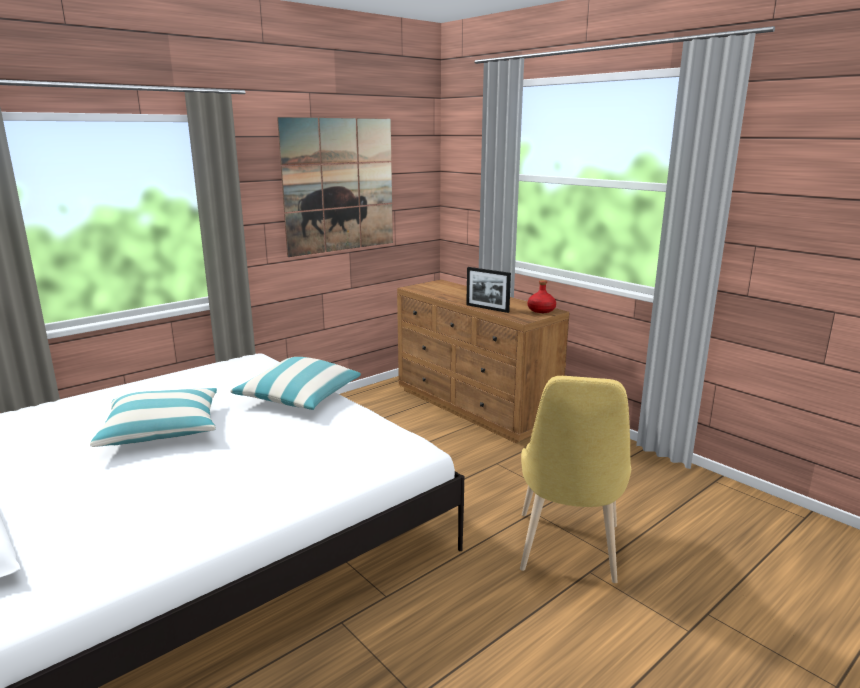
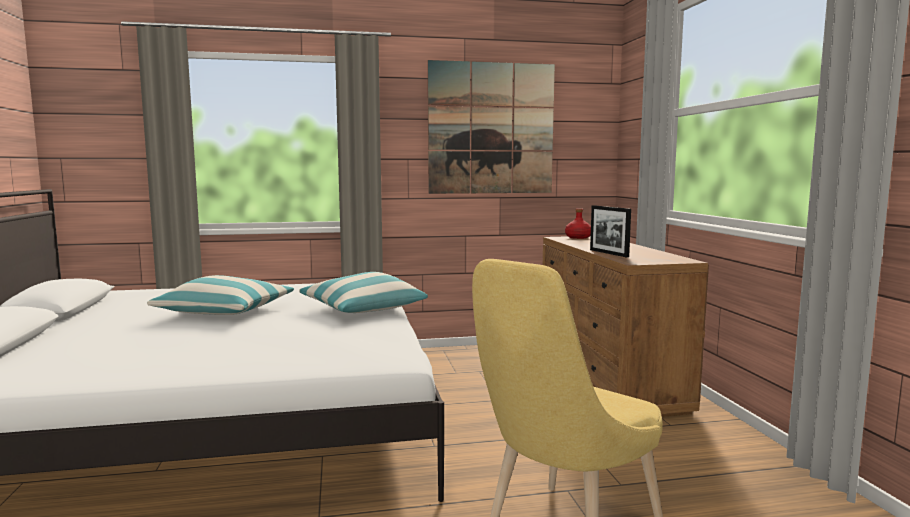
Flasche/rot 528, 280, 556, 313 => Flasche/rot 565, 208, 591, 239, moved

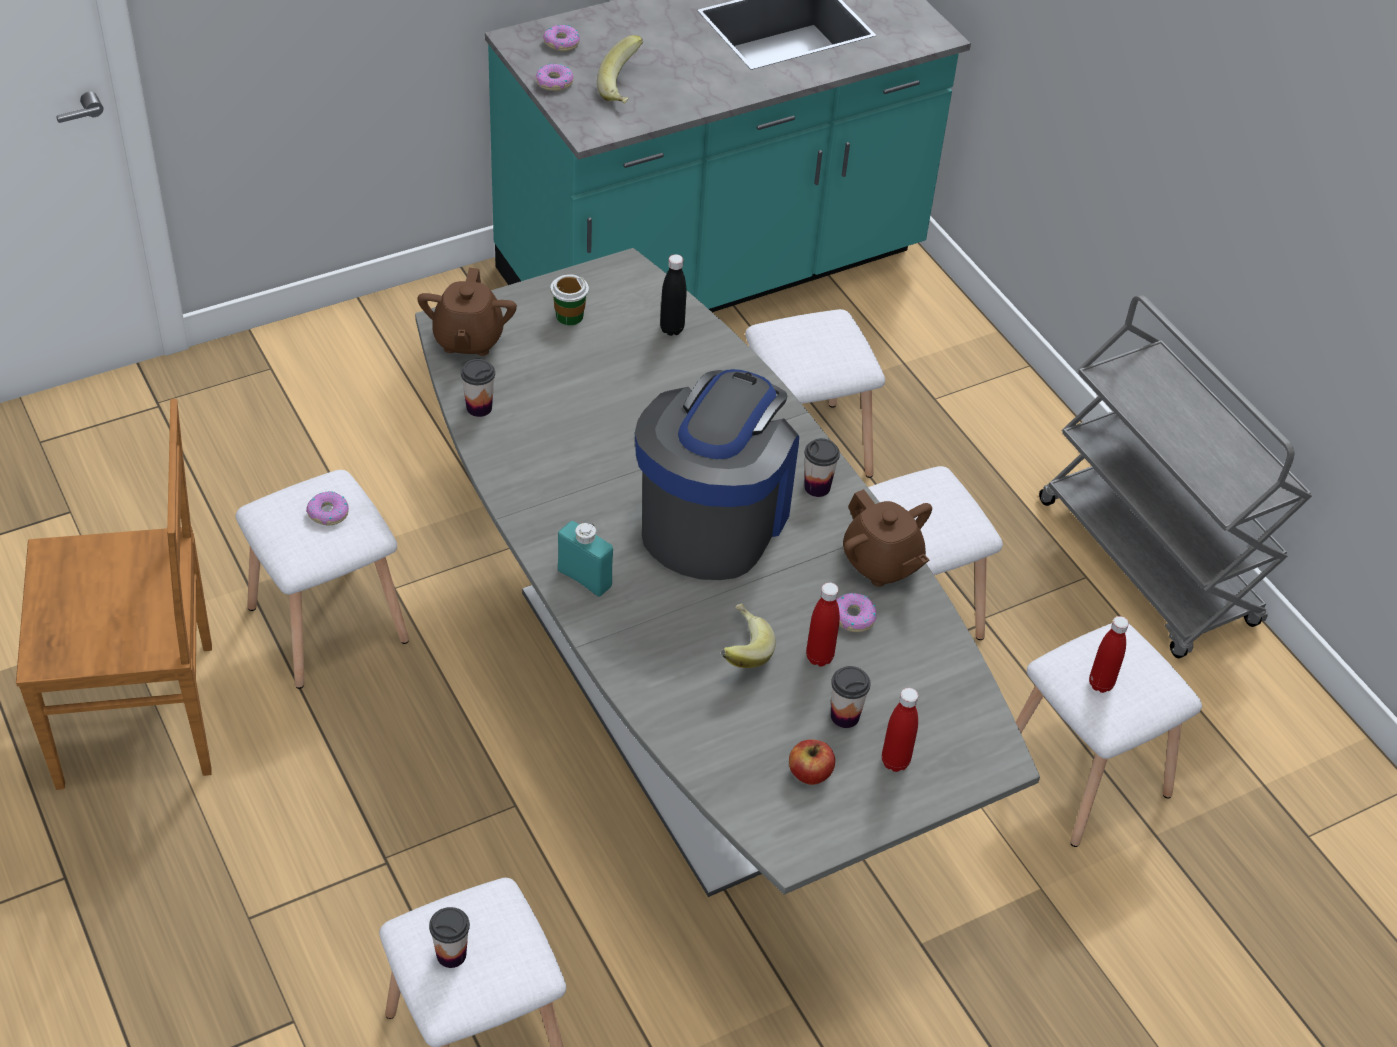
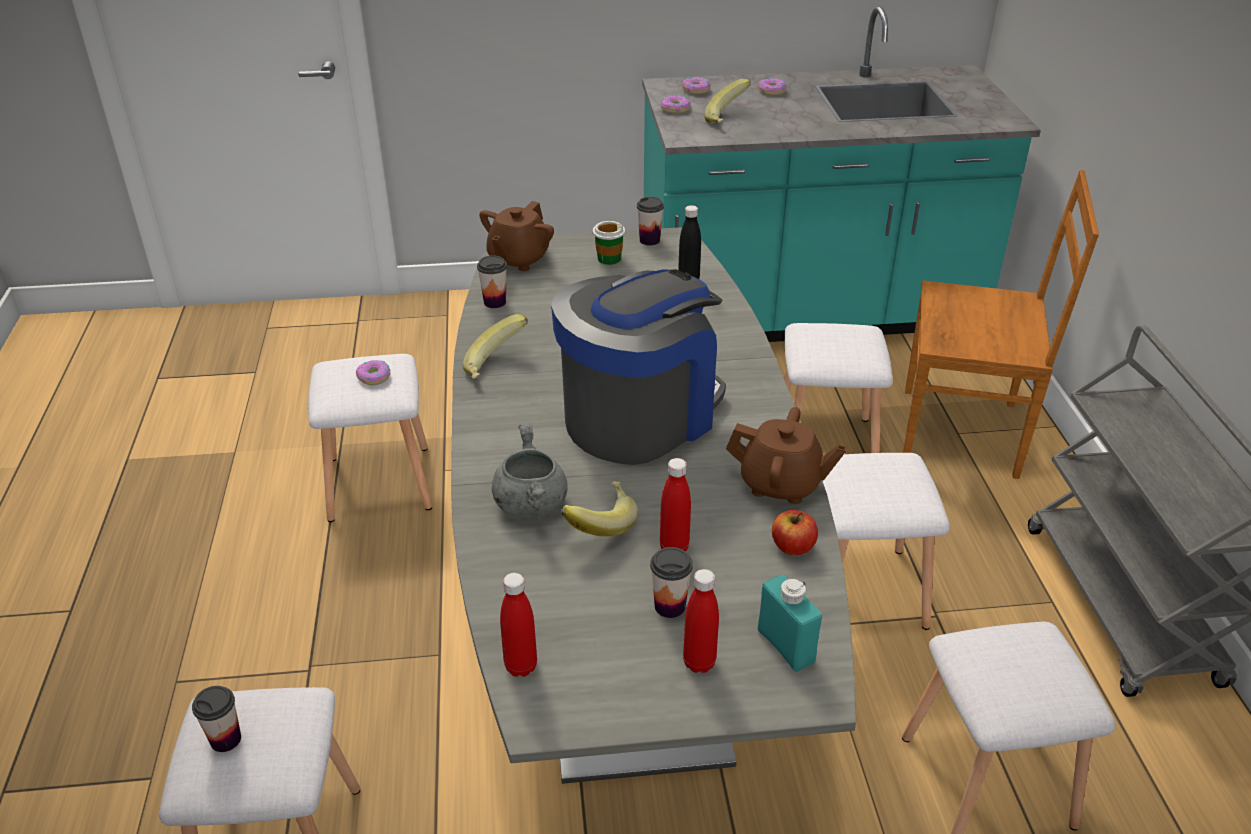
nothing => Banane 463, 314, 528, 379
nothing => Kochtopf/grau 492, 425, 568, 518
Stuhl/braun 16, 399, 212, 790 => Stuhl/braun 903, 170, 1099, 479, moved
Flasche/türkis 558, 521, 613, 597 => Flasche/türkis 758, 575, 822, 672, moved
Apfel 789, 739, 835, 785 => Apfel 772, 510, 818, 555, moved
Tasse 804, 438, 840, 497 => Tasse 637, 197, 664, 246, moved
Donut 836, 593, 877, 632 => Donut 758, 78, 787, 95, moved
Flasche/rot 1089, 616, 1129, 693 => Flasche/rot 500, 573, 537, 677, moved
Teekanne/braun 843, 489, 932, 587 => Teekanne/braun 726, 407, 847, 504, 60 degrees counterclockwise

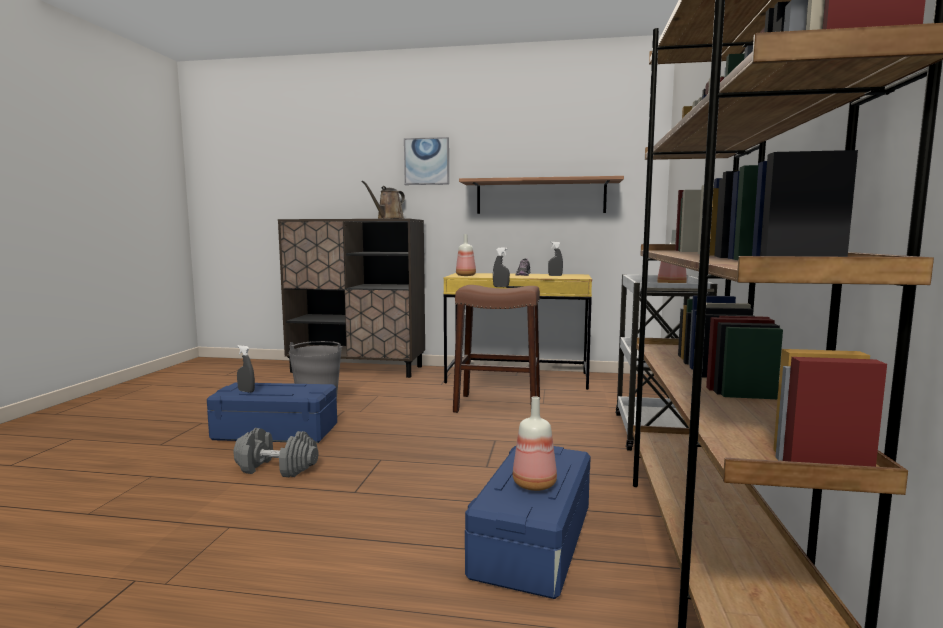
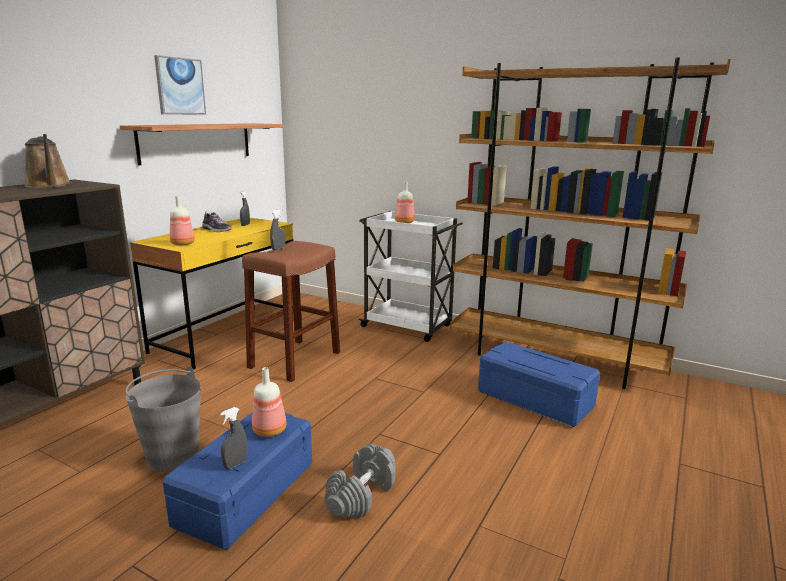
Bild 404, 137, 449, 185 => Bild 154, 55, 206, 115, moved
Flasche 513, 396, 557, 491 => Flasche 252, 367, 286, 437, moved

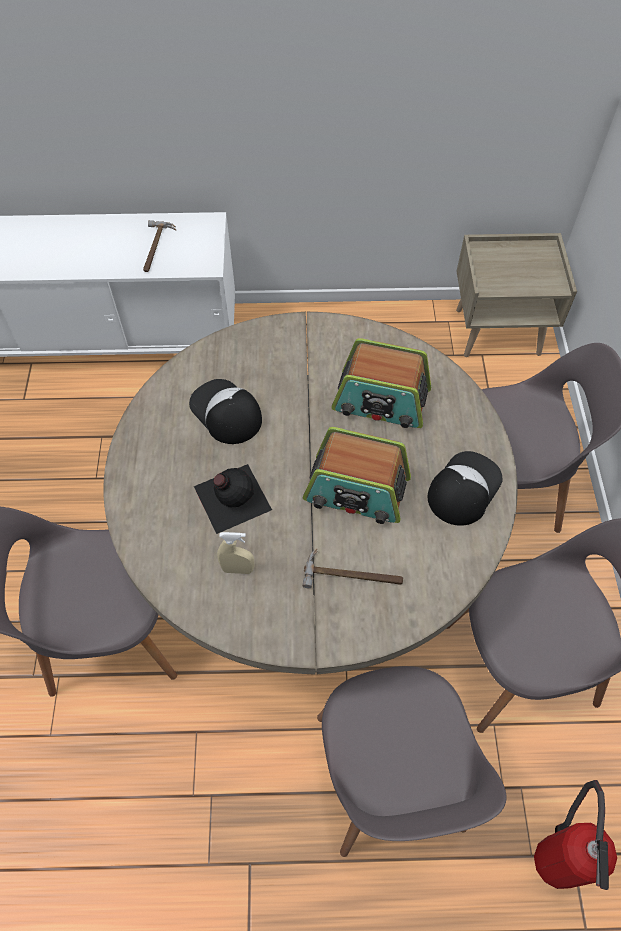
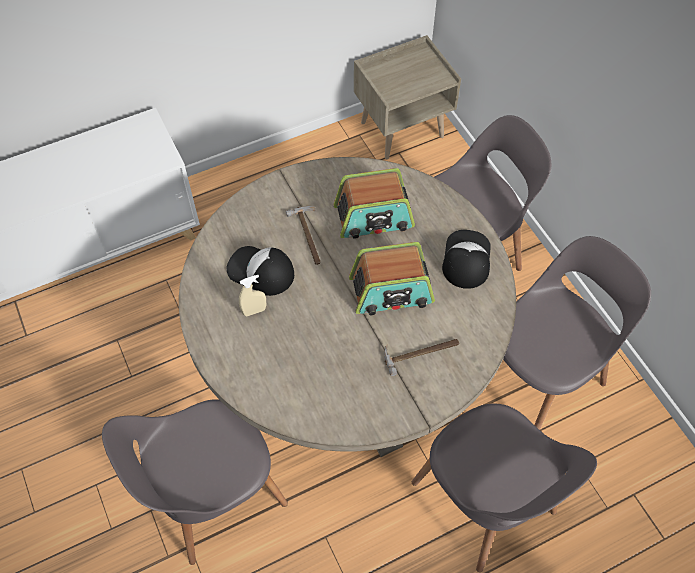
Flasche/schwarz 194, 464, 272, 534 => nothing
Feuerlöscher 534, 780, 617, 890 => nothing
Hammer 143, 220, 176, 272 => Hammer 286, 206, 320, 265, moved
Sprühflasche/beige 217, 532, 255, 574 => Sprühflasche/beige 239, 275, 266, 316, moved

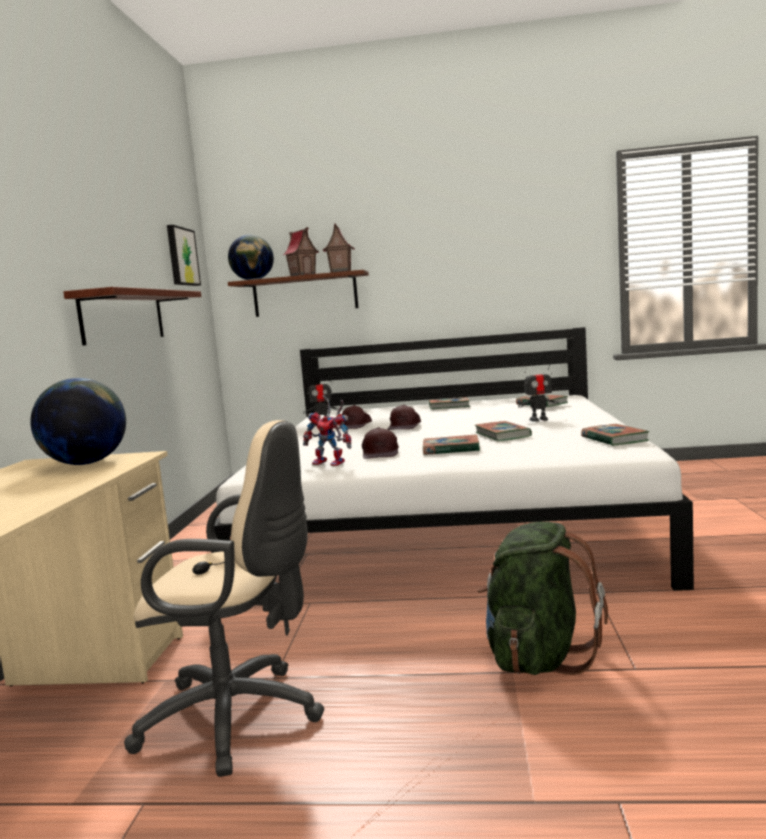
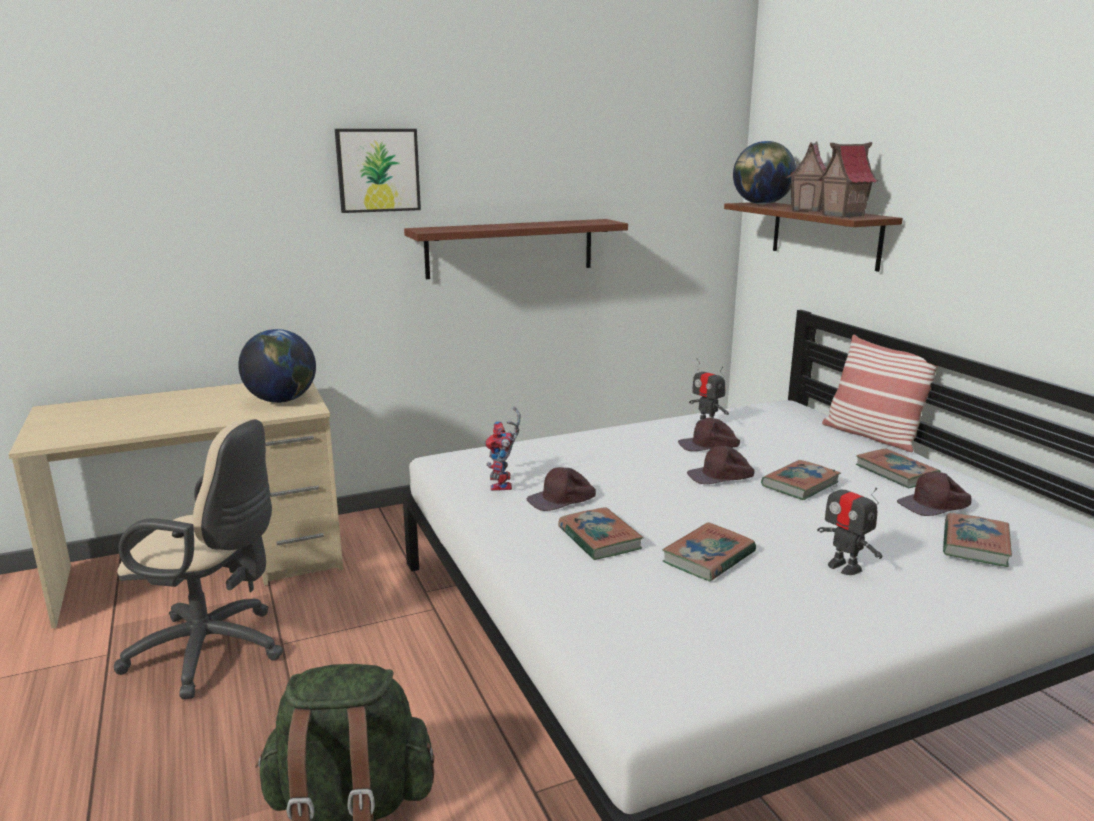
nothing => Kissen 822, 335, 939, 452
nothing => Kappe/braun 897, 472, 972, 516
Bild 167, 225, 201, 286 => Bild 335, 129, 421, 213, moved
Buch 581, 424, 650, 446 => Buch 761, 460, 841, 500, moved
Bürostuhl/beige 124, 420, 324, 777 => Bürostuhl/beige 114, 418, 283, 699, 60 degrees counterclockwise

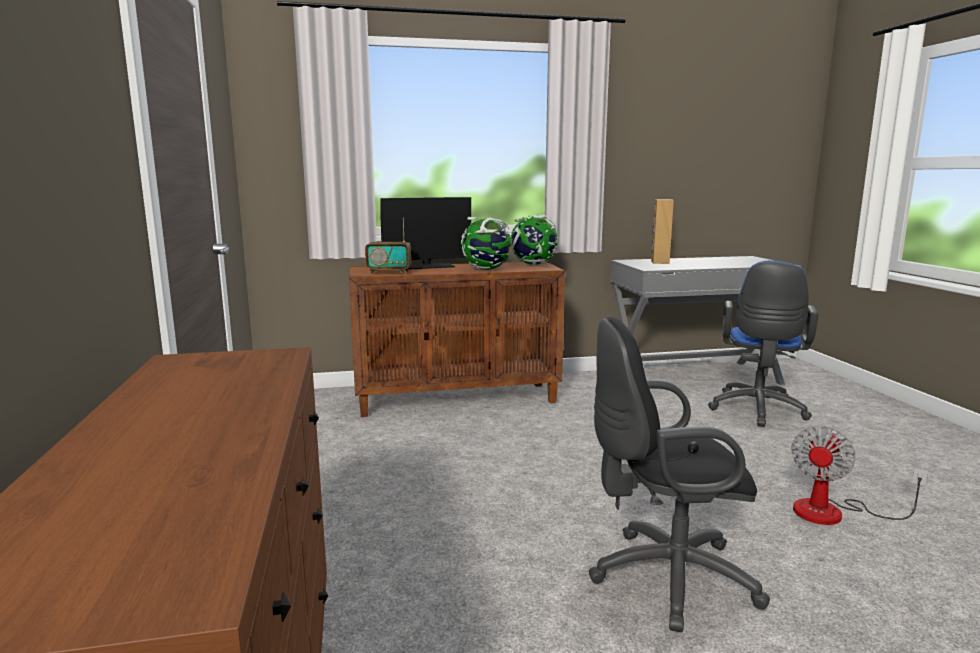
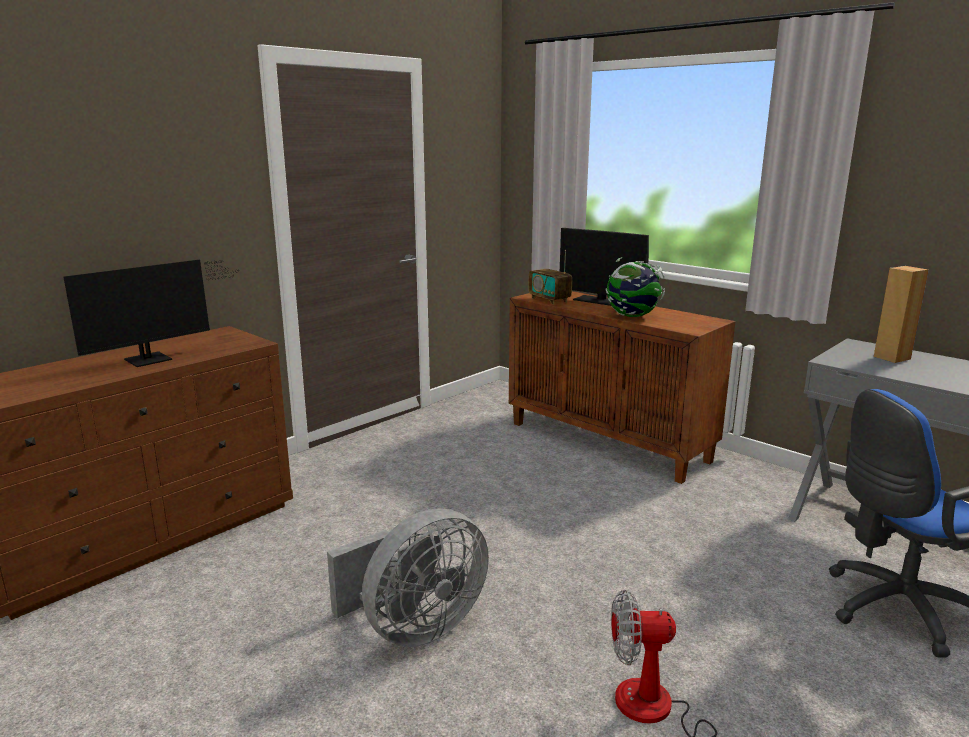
Globus 511, 214, 558, 265 => nothing
nothing => Monitor 63, 259, 239, 367
Bürostuhl/schwarz 589, 317, 770, 632 => Ventilator/grau 327, 509, 489, 647

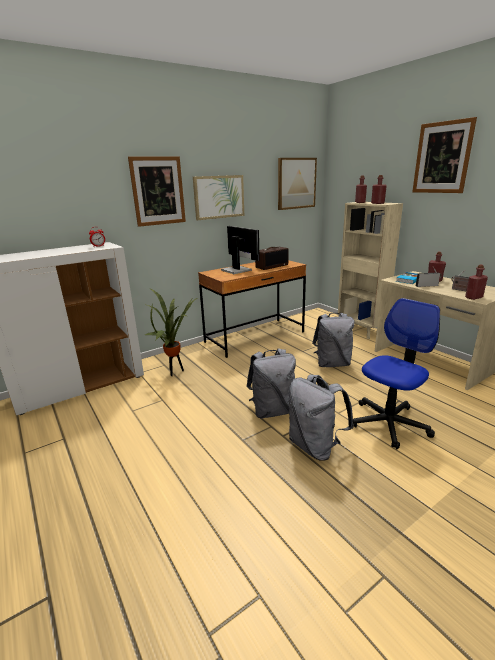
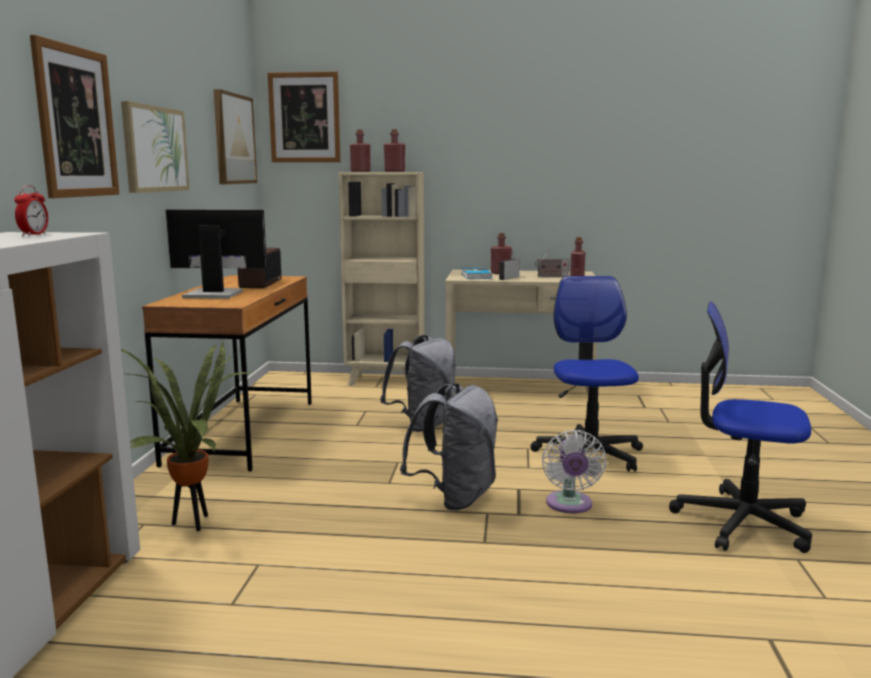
nothing => Bürostuhl 669, 302, 812, 553
Bild 412, 117, 477, 193 => Bild 268, 72, 341, 162, moved
Rucksack/grau 289, 374, 354, 461 => Ventilator/weiß 542, 430, 607, 513

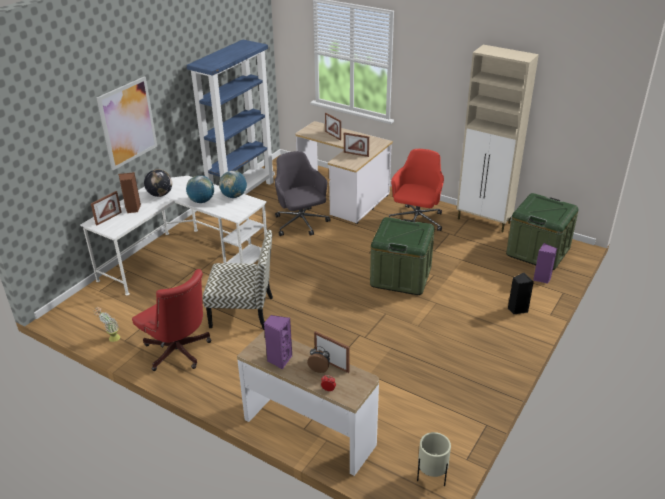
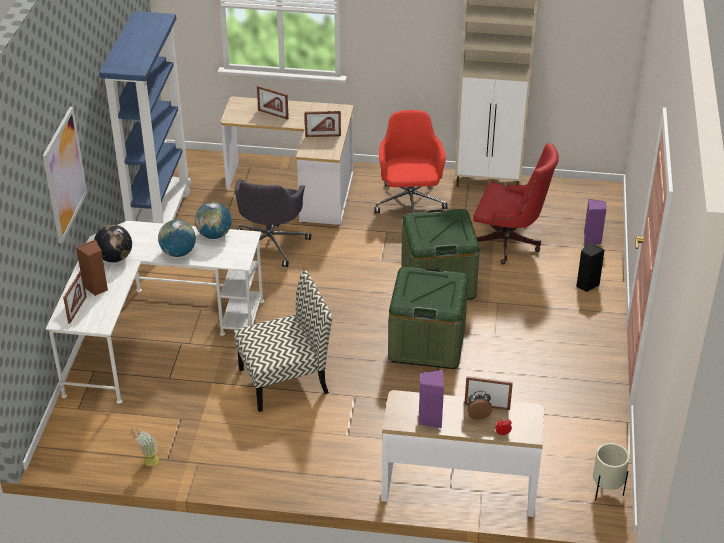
Bürostuhl/rot 132, 269, 211, 371 => Bürostuhl/rot 474, 143, 559, 264, moved
Aufbewahrungsbox/grün 506, 193, 578, 270 => Aufbewahrungsbox/grün 388, 267, 469, 369, moved
Bürostuhl/grau 275, 151, 331, 236 => Bürostuhl/grau 235, 179, 311, 267, 120 degrees counterclockwise

